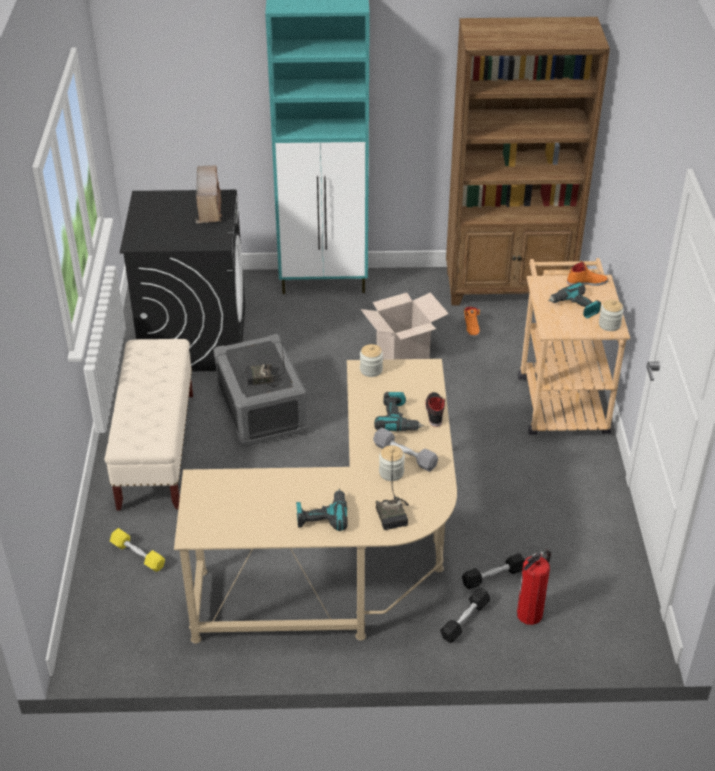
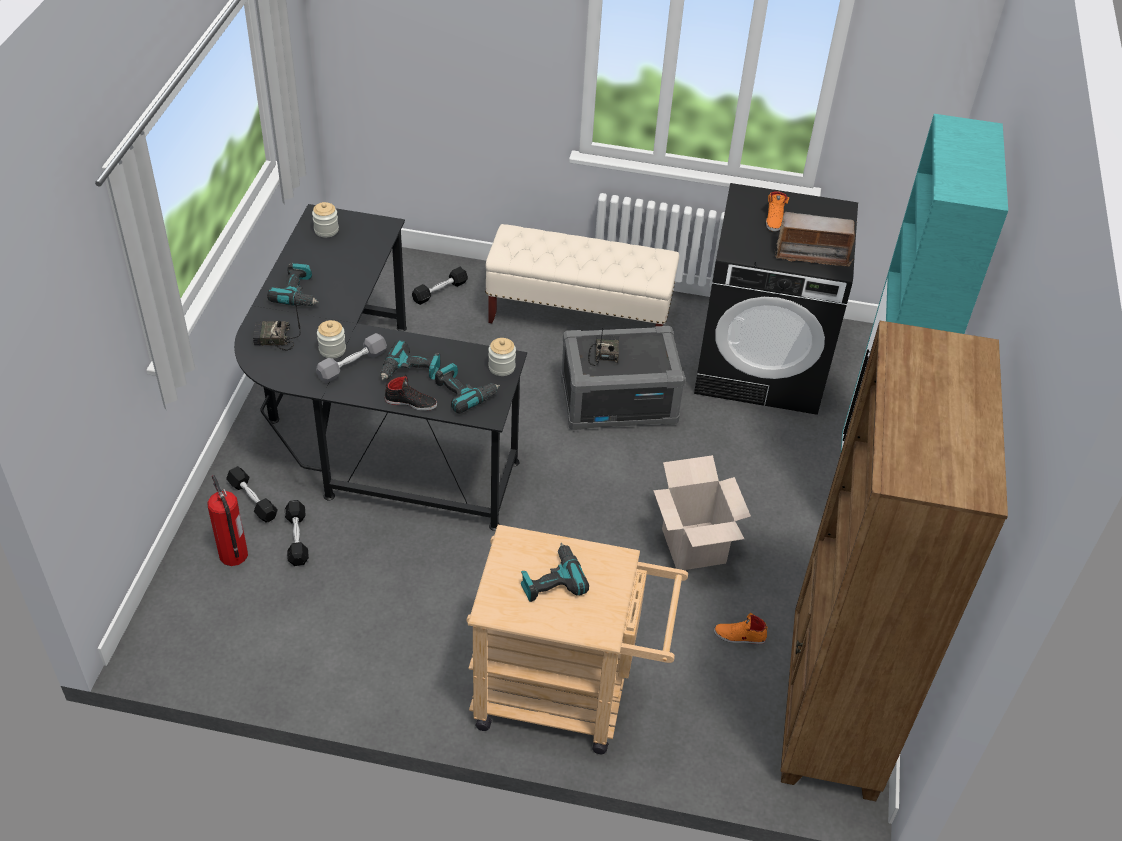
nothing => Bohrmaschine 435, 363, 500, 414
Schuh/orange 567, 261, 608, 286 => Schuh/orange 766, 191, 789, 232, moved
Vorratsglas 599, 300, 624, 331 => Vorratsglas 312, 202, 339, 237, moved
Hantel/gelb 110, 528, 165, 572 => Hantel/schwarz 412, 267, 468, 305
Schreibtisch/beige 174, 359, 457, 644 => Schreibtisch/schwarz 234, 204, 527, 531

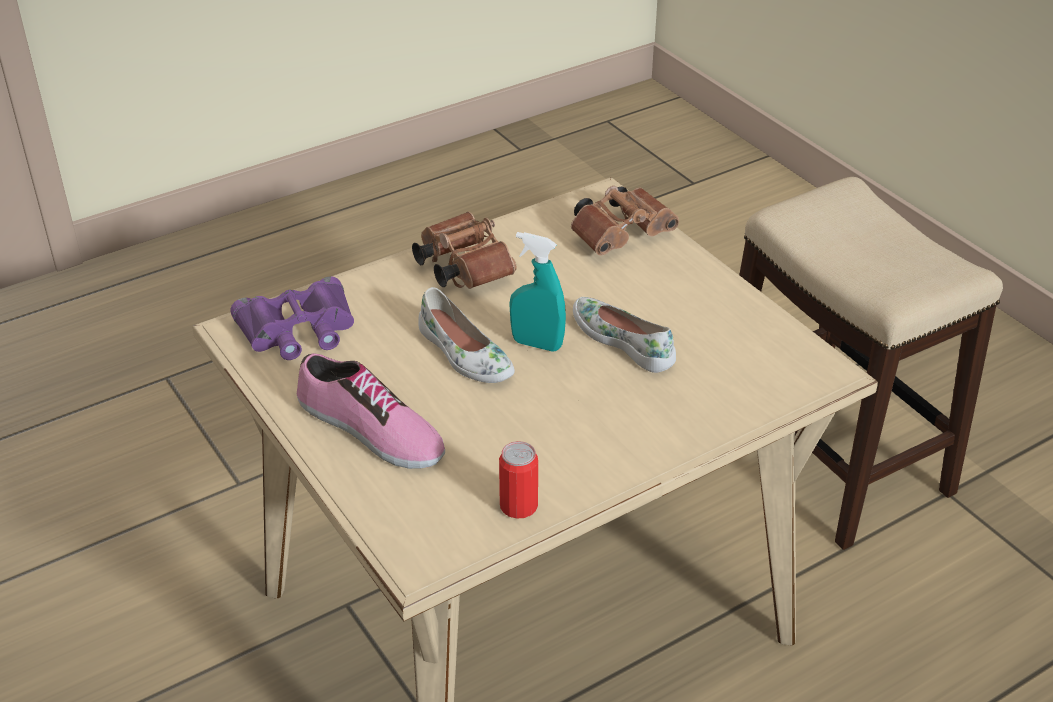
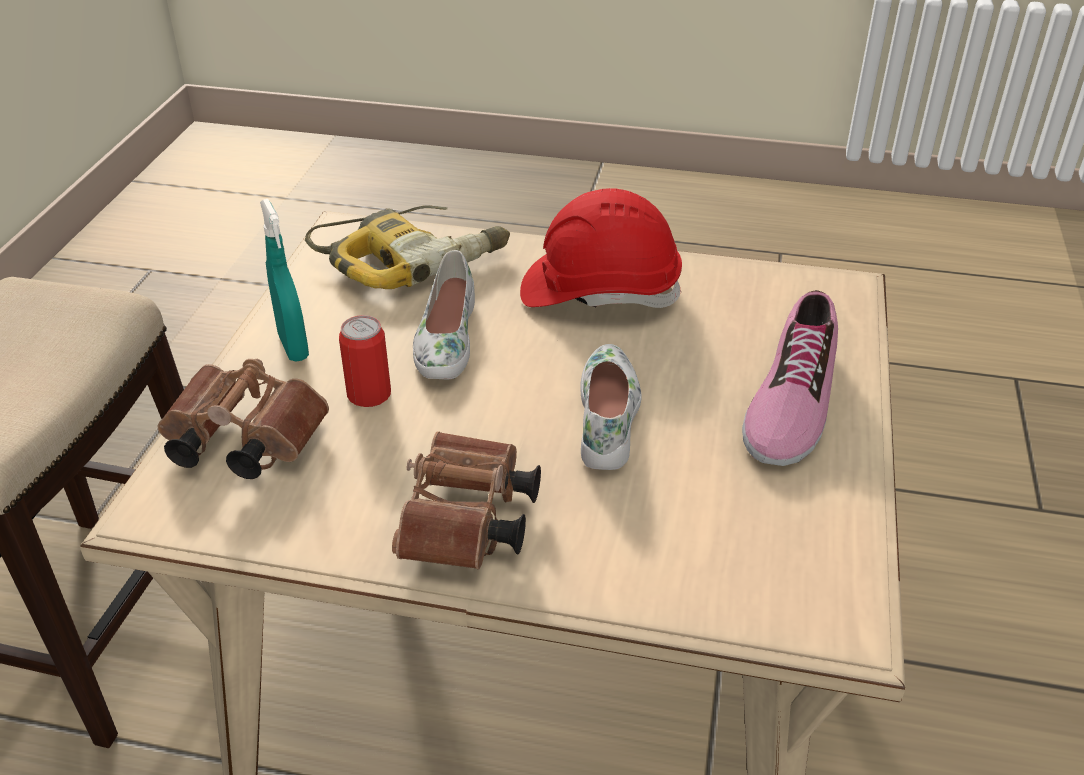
Fernglas/lila 230, 276, 354, 360 => nothing
nothing => Bohrmaschine 305, 205, 510, 289
nothing => Schutzhelm/rot 520, 188, 682, 308
Dose 499, 441, 538, 518 => Dose 339, 315, 391, 407, moved
Sprühflasche/türkis 509, 232, 566, 352 => Sprühflasche/türkis 260, 199, 309, 361, moved
Schuh 297, 353, 445, 469 => Schuh 742, 290, 838, 466, 150 degrees counterclockwise

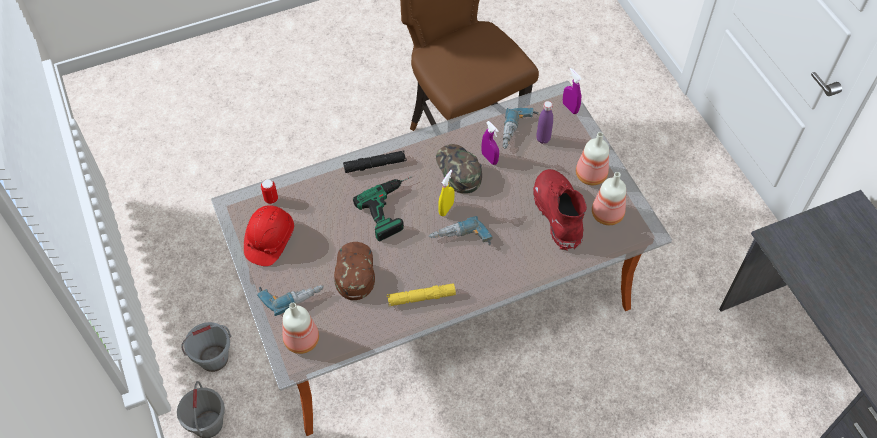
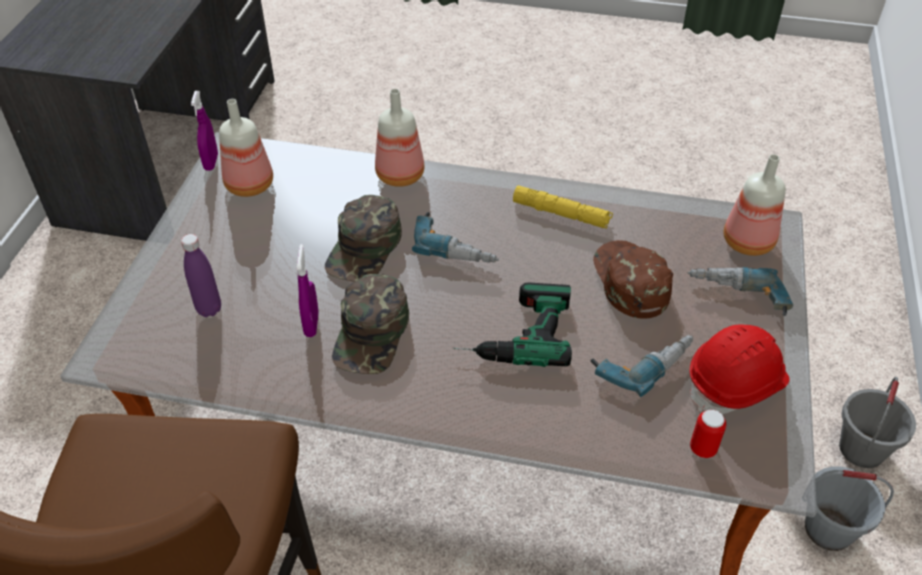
Taschenlampe/schwarz 343, 151, 407, 173 => nothing
Sprühflasche/gelb 438, 170, 455, 216 => nothing
Stiefel/rot 533, 169, 587, 251 => nothing
nothing => Kappe/grün 325, 195, 402, 282
Bohrmaschine 503, 108, 539, 149 => Bohrmaschine 591, 335, 693, 397, moved
Sprühflasche/lila 563, 68, 582, 114 => Sprühflasche/lila 191, 91, 218, 171, moved
Flasche 576, 132, 609, 185 => Flasche 375, 89, 424, 187, moved
Kappe/braun 334, 242, 375, 300 => Kappe/braun 593, 240, 674, 319, 135 degrees clockwise

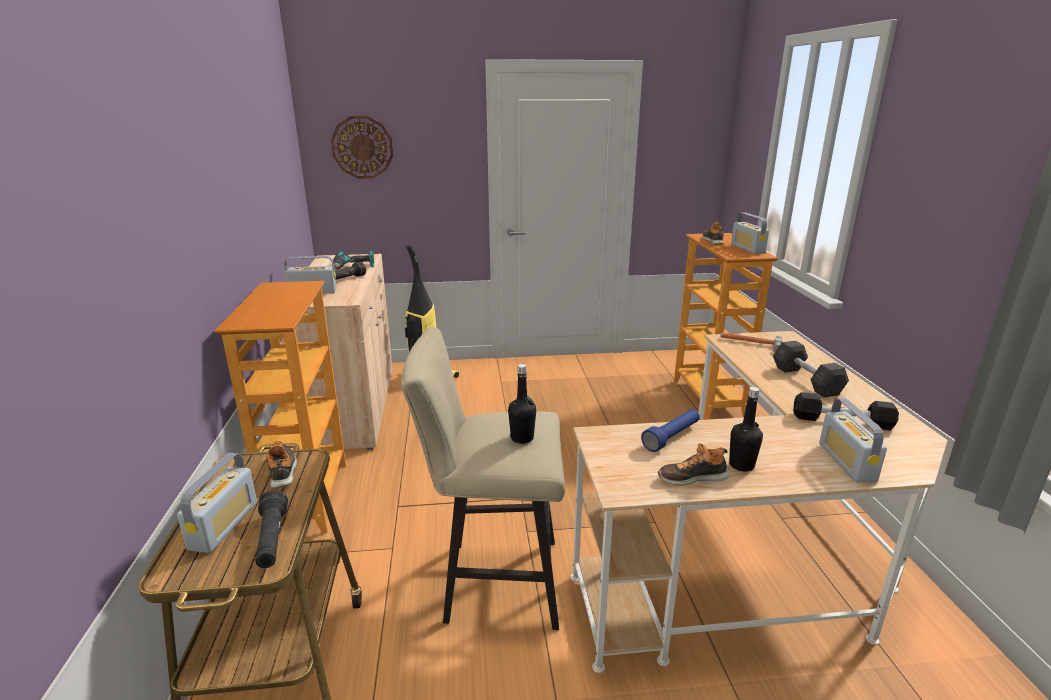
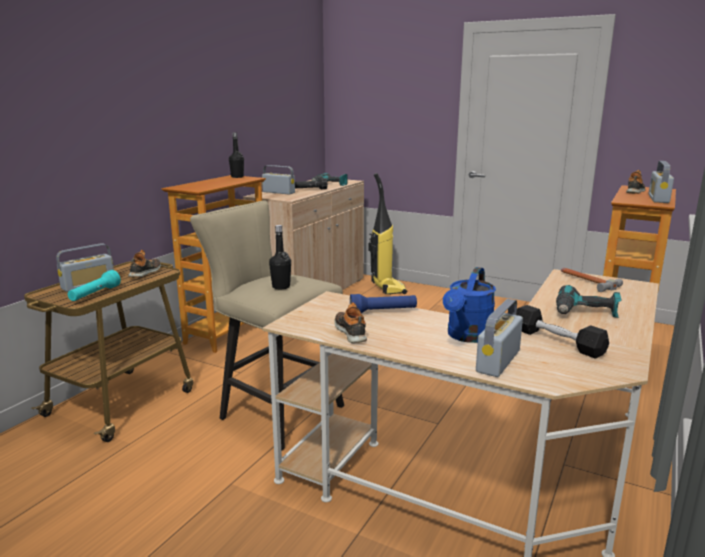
Wanduhr 331, 116, 394, 179 => nothing
nothing => Gießkanne/blau 443, 267, 496, 343
Flasche/schwarz 729, 387, 763, 472 => Flasche/schwarz 229, 133, 244, 178, moved
Hantel/grau 773, 341, 849, 397 => Bohrmaschine 556, 285, 621, 318
Taschenlampe/schwarz 255, 490, 288, 568 => Taschenlampe/türkis 68, 270, 121, 301
Schuh 658, 443, 730, 485 => Schuh 334, 303, 367, 343, 45 degrees clockwise

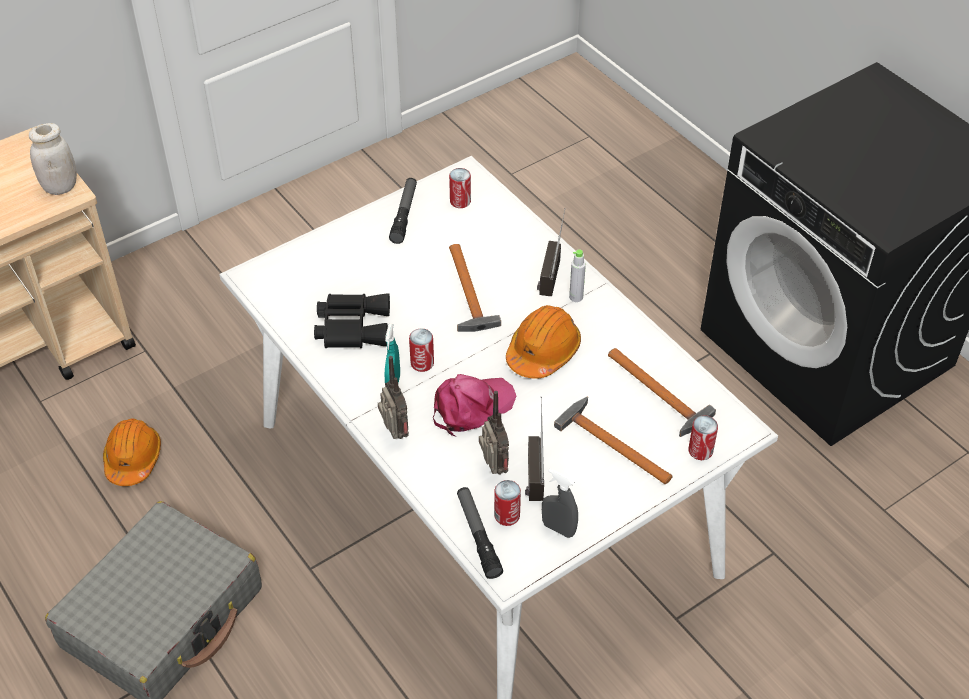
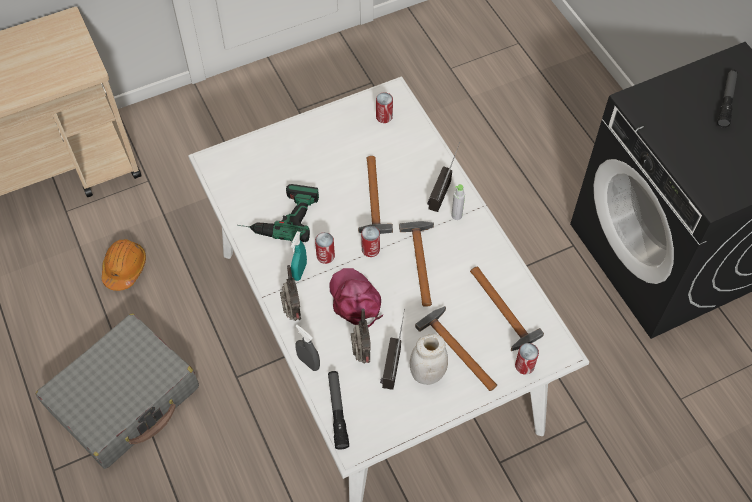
Vorratsglas/weiß 29, 123, 77, 195 => Vorratsglas/weiß 410, 334, 448, 385, moved
Taschenlampe 389, 178, 417, 244 => Taschenlampe 717, 70, 738, 128, moved
Dose 494, 480, 521, 526 => Dose 361, 226, 380, 257, moved
Sprühflasche/grau 542, 468, 578, 538 => Sprühflasche/grau 295, 324, 320, 371, moved
Fernglas/schwarz 314, 293, 390, 348 => Bohrmaschine 237, 184, 319, 242
Schutzhelm/orange 506, 305, 581, 379 => Hammer 399, 221, 434, 307
Kappe/rosa 433, 374, 516, 436 => Kappe/rosa 329, 268, 384, 327, 90 degrees counterclockwise

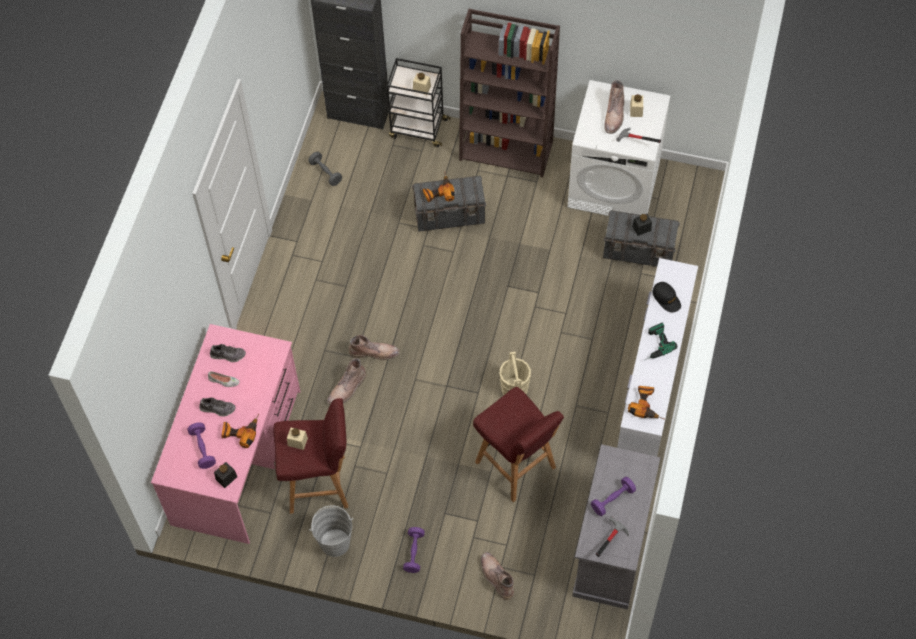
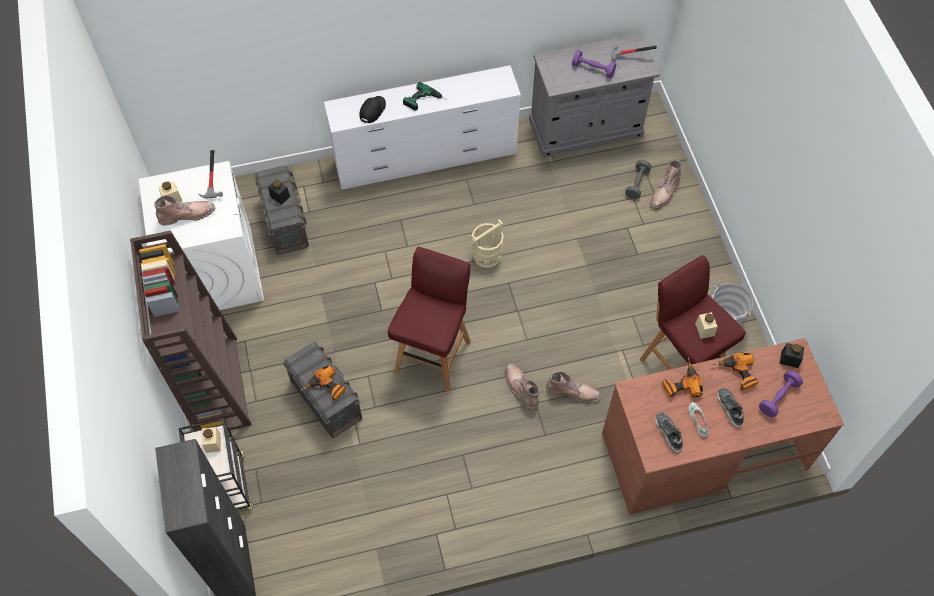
Hantel/lila 403, 527, 425, 573 => nothing
Hantel/grau 308, 152, 342, 186 => Hantel/grau 625, 160, 651, 199, moved
Hocker/rot 473, 387, 564, 502 => Hocker/rot 388, 247, 471, 392, moved
Bohrmaschine 628, 386, 665, 420 => Bohrmaschine 662, 357, 703, 398, moved
Schreibtisch/rosa 151, 324, 301, 544 => Schreibtisch/braun 602, 338, 844, 515

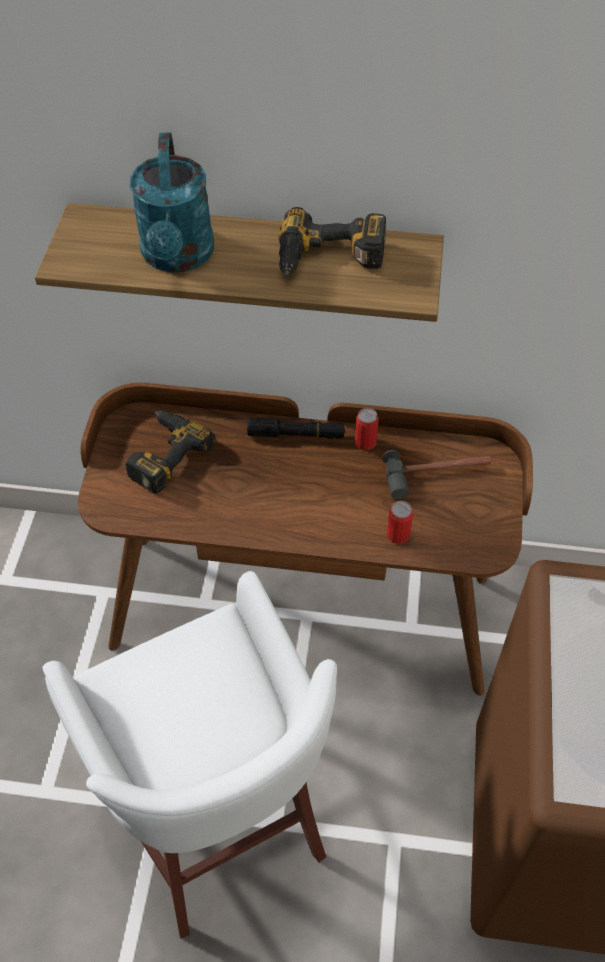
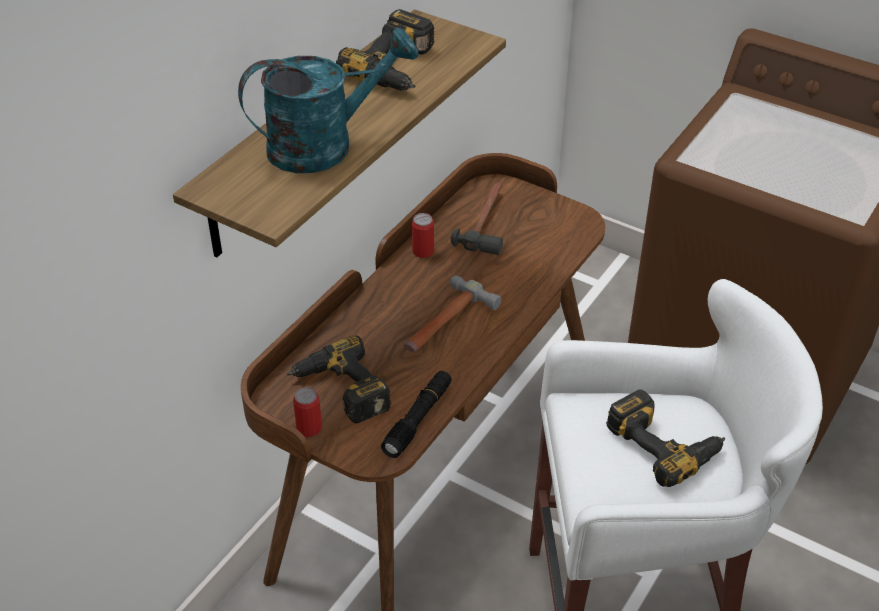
nothing => Hammer 404, 276, 501, 352
nothing => Bohrmaschine 606, 390, 725, 487
Taschenlampe/schwarz 247, 418, 345, 439 => Taschenlampe/schwarz 381, 371, 452, 458, moved
Dose 387, 501, 413, 544 => Dose 293, 387, 322, 437, moved
Gießkanne/türkis 130, 132, 214, 273 => Gießkanne/türkis 238, 28, 419, 173, 45 degrees counterclockwise

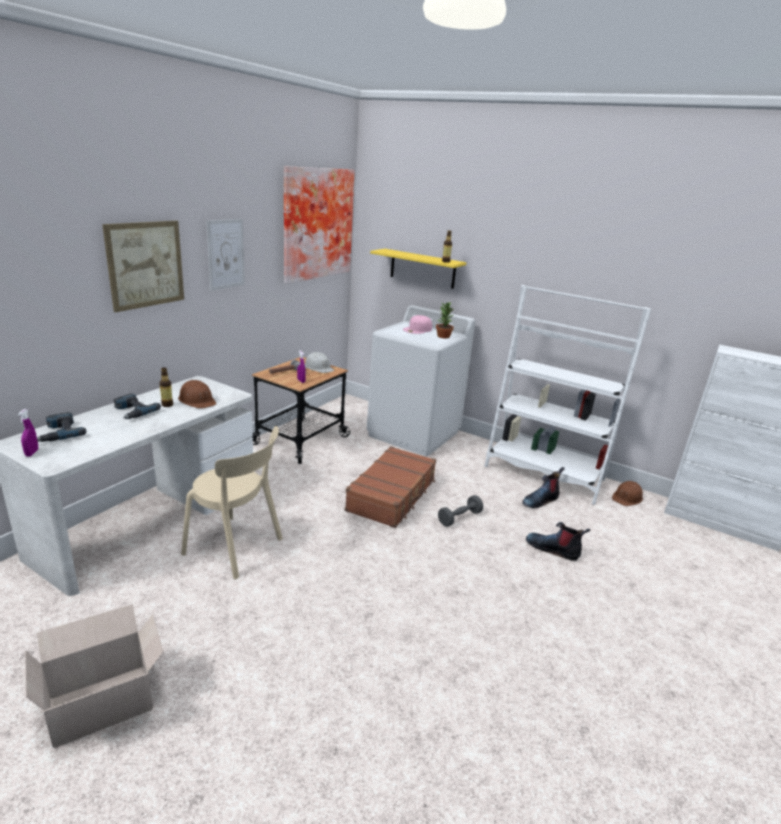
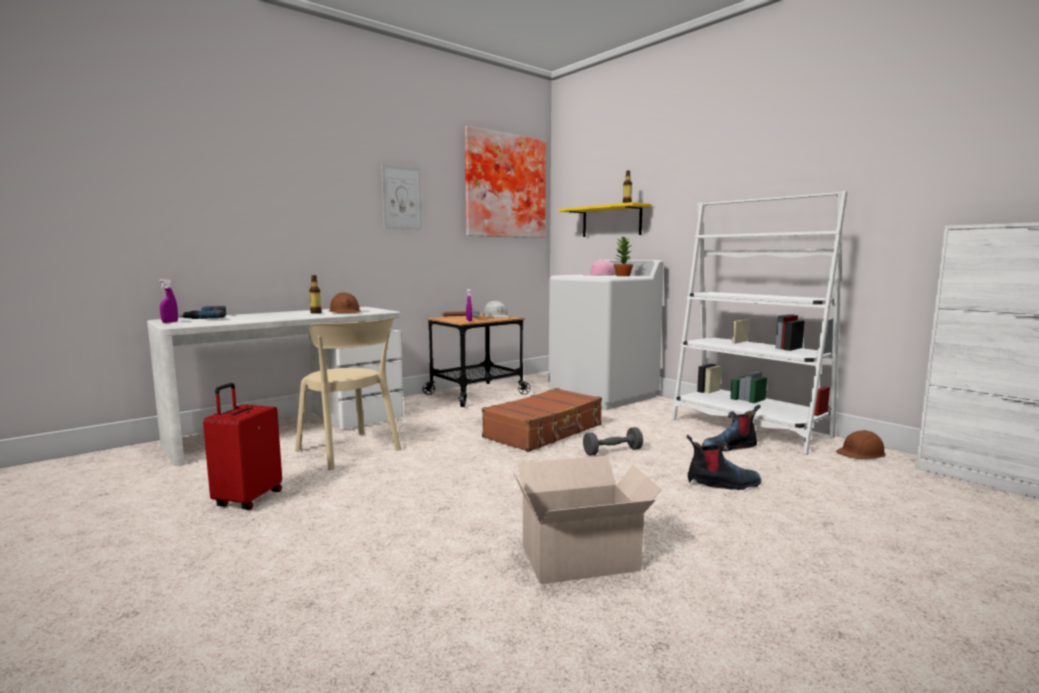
Bild 102, 221, 184, 312 => nothing
Bohrmaschine 113, 393, 161, 419 => nothing
nothing => Koffer/rot 203, 383, 282, 510
Karton 25, 604, 163, 748 => Karton 513, 456, 662, 584, moved
Stiefel 526, 522, 591, 561 => Stiefel 687, 435, 761, 490, 135 degrees clockwise

